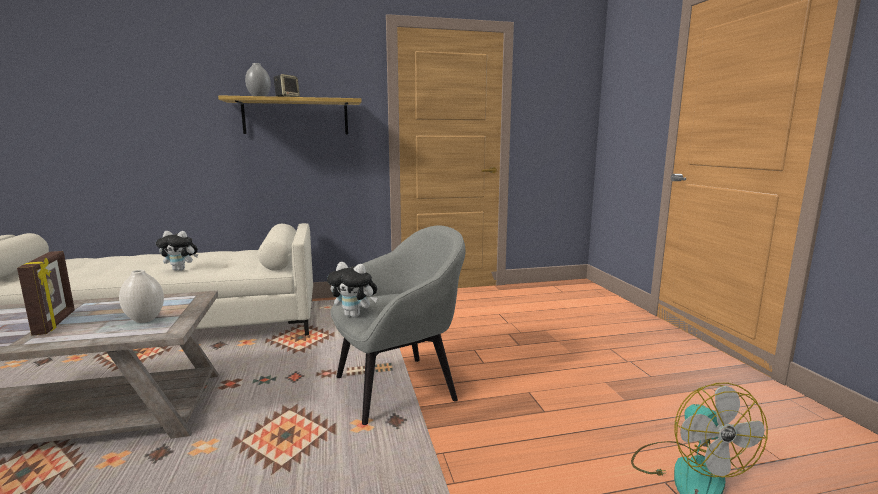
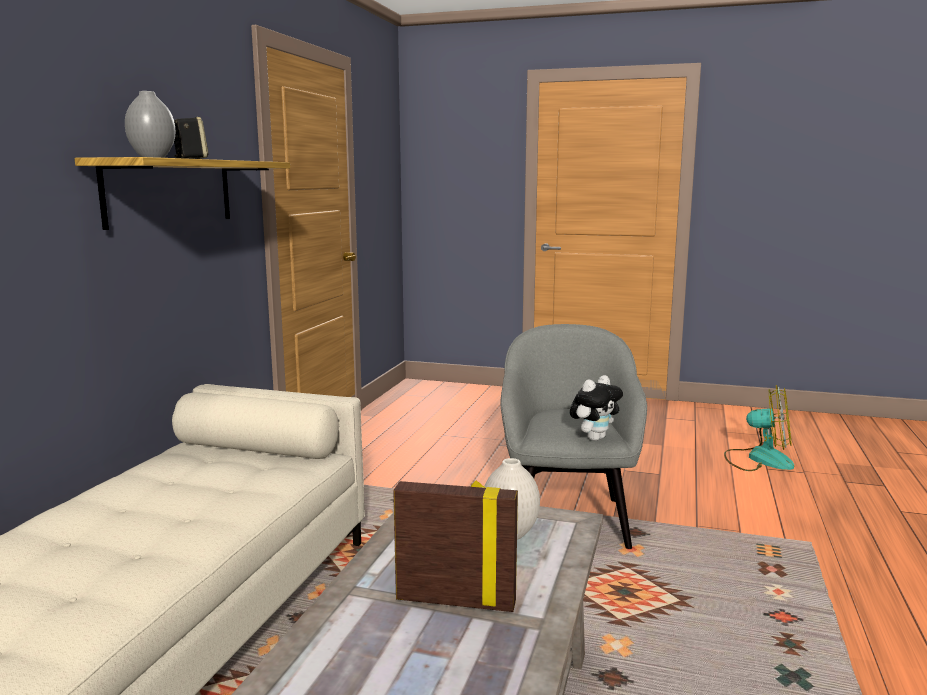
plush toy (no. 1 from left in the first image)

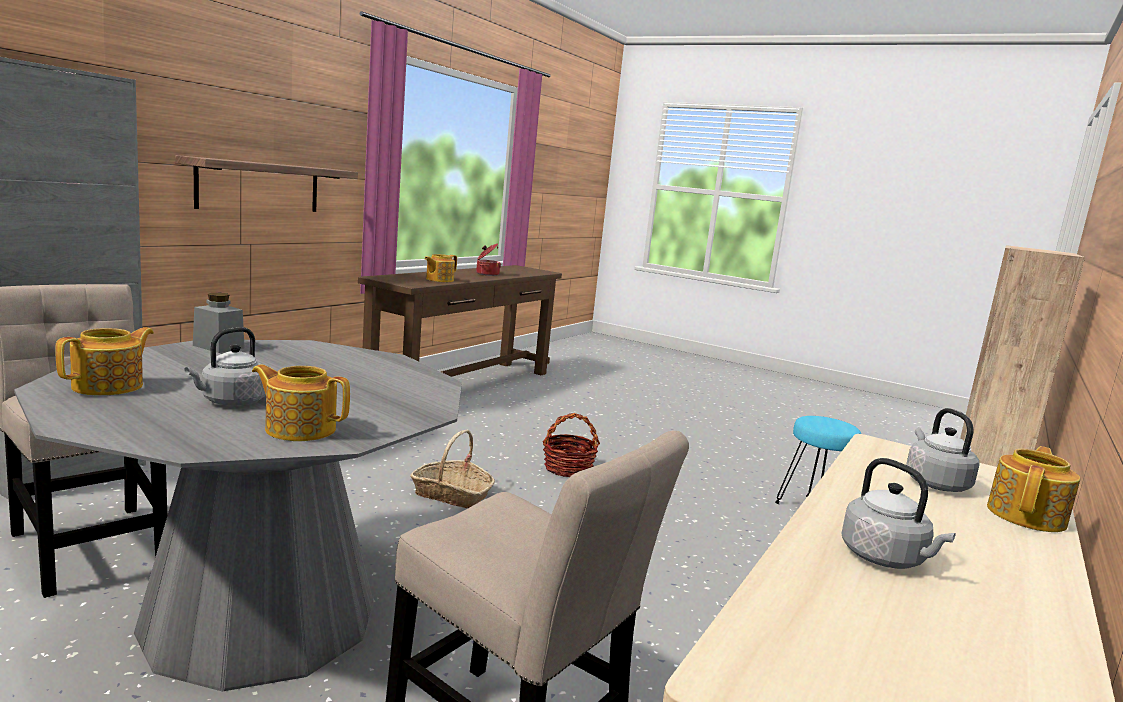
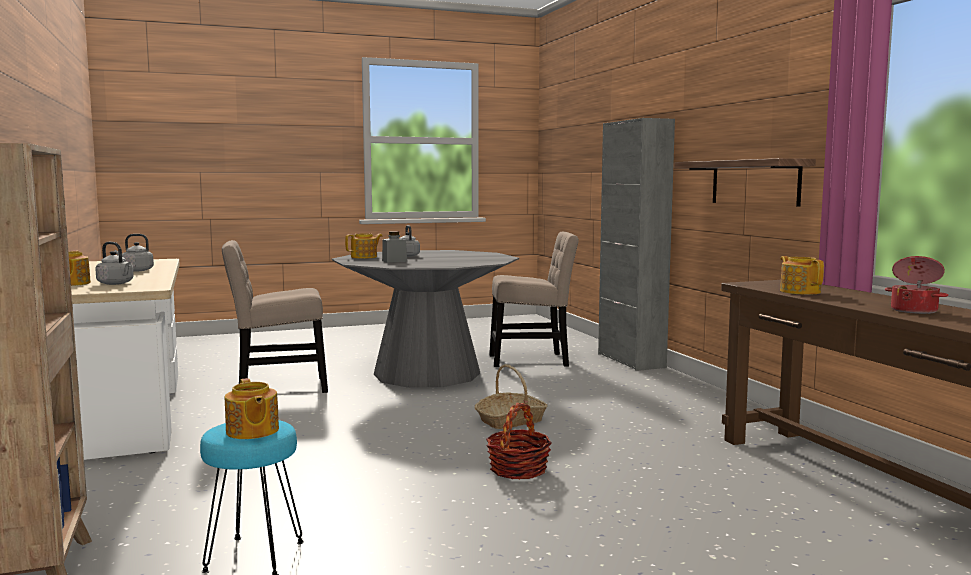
tea pot (no. 2 from left)
gray preserve jar

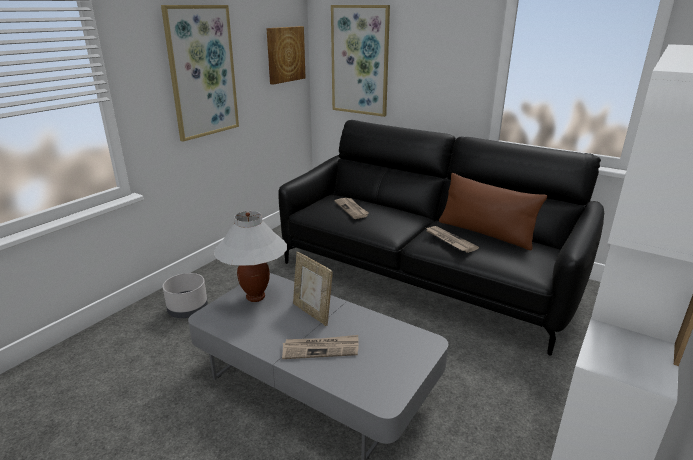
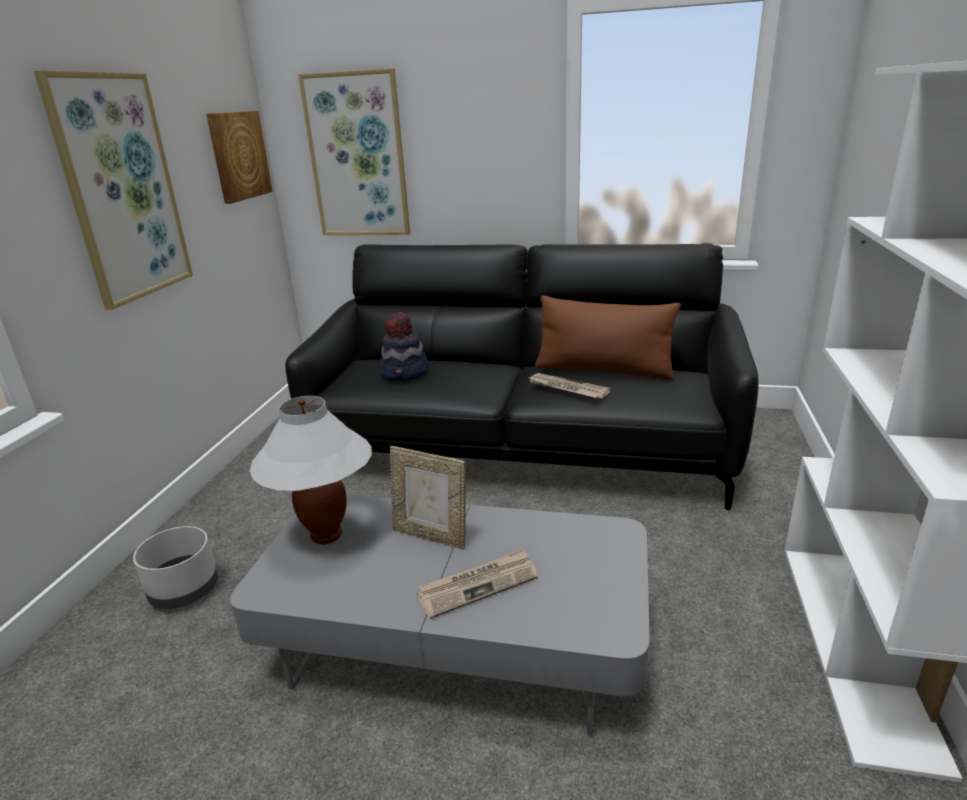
hat

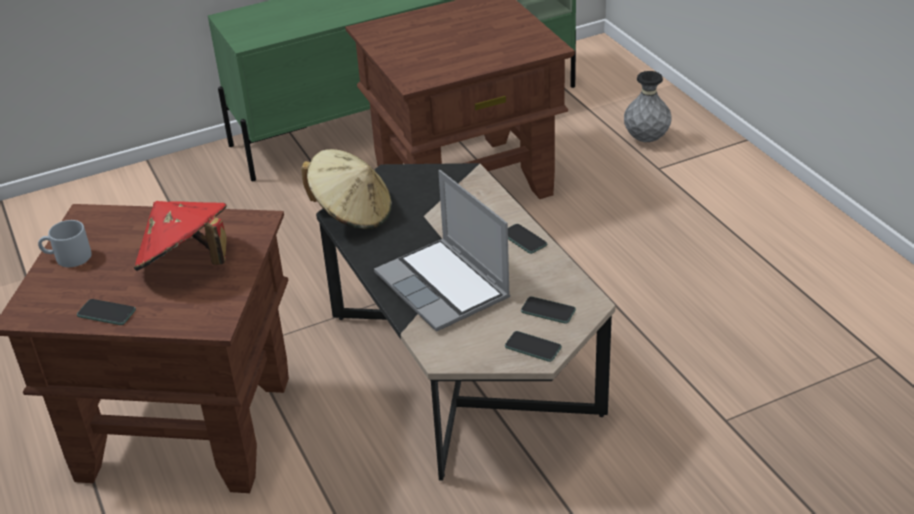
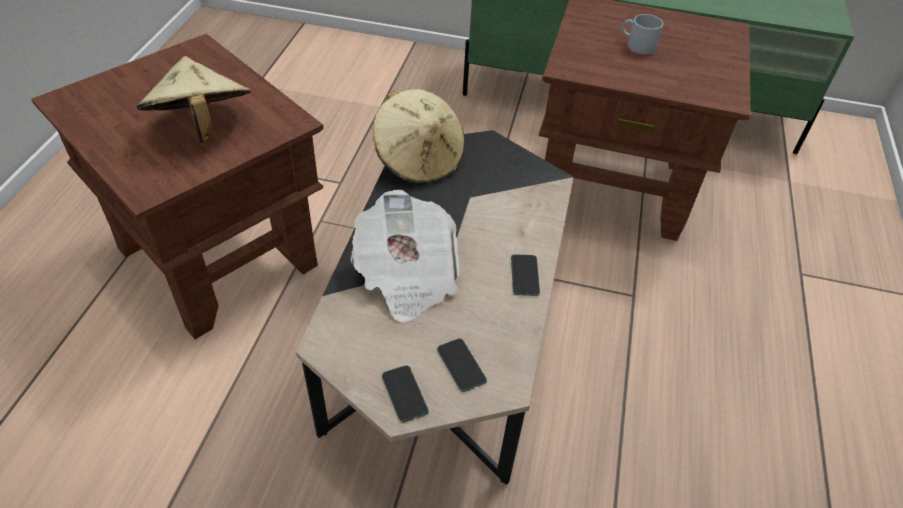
handset (no. 1 from left in the first image)
gray vase
gray coffee mug
daily paper
sand-coloured hat (no. 1 from left)

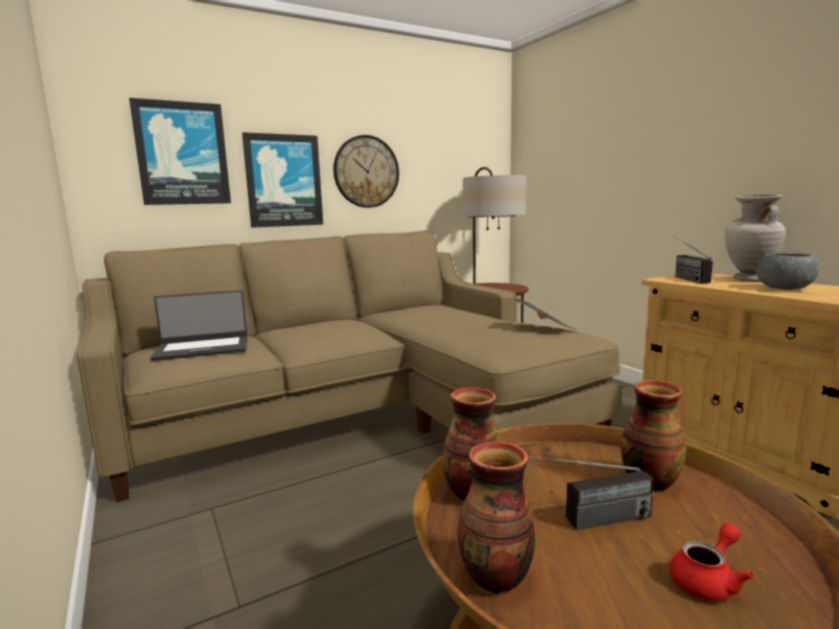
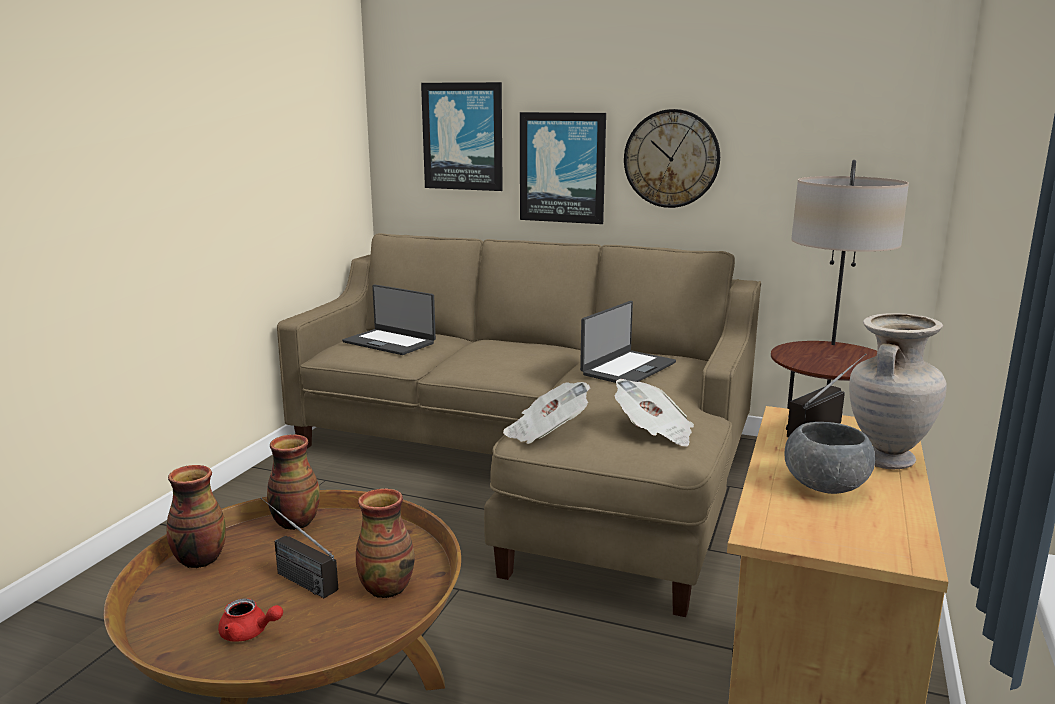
daily paper (no. 1 from left)
notebook computer (no. 2 from left)

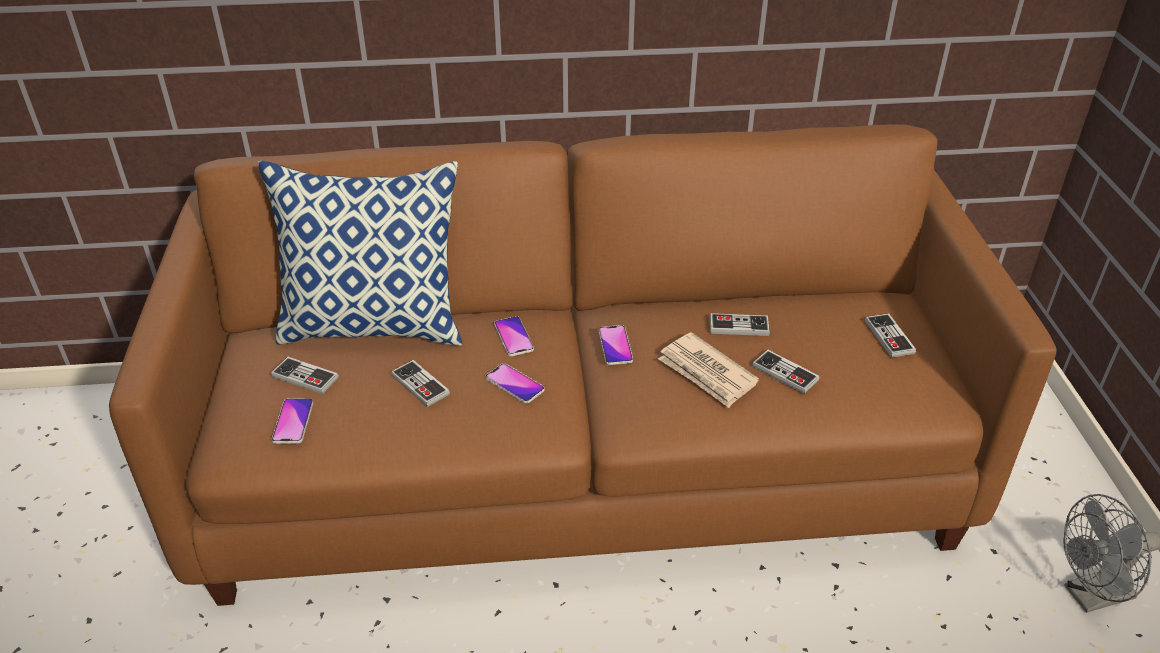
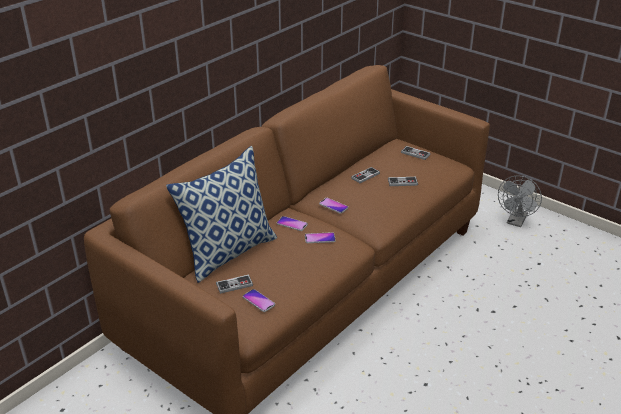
game controller (no. 2 from left in the first image)
daily paper

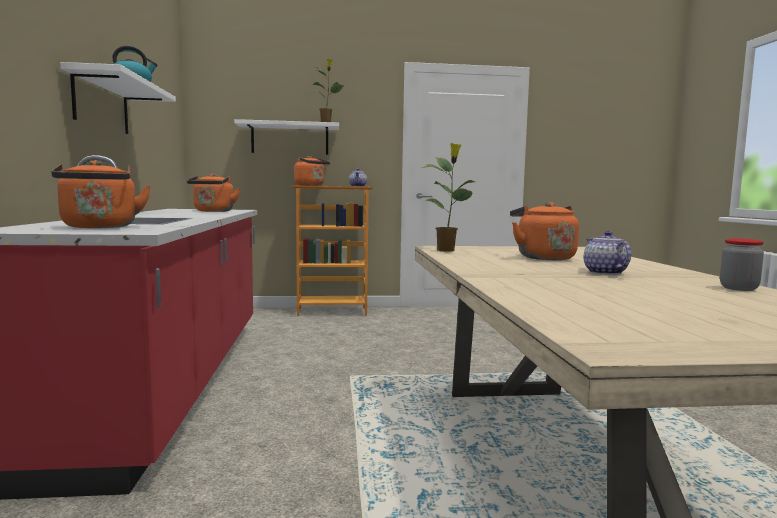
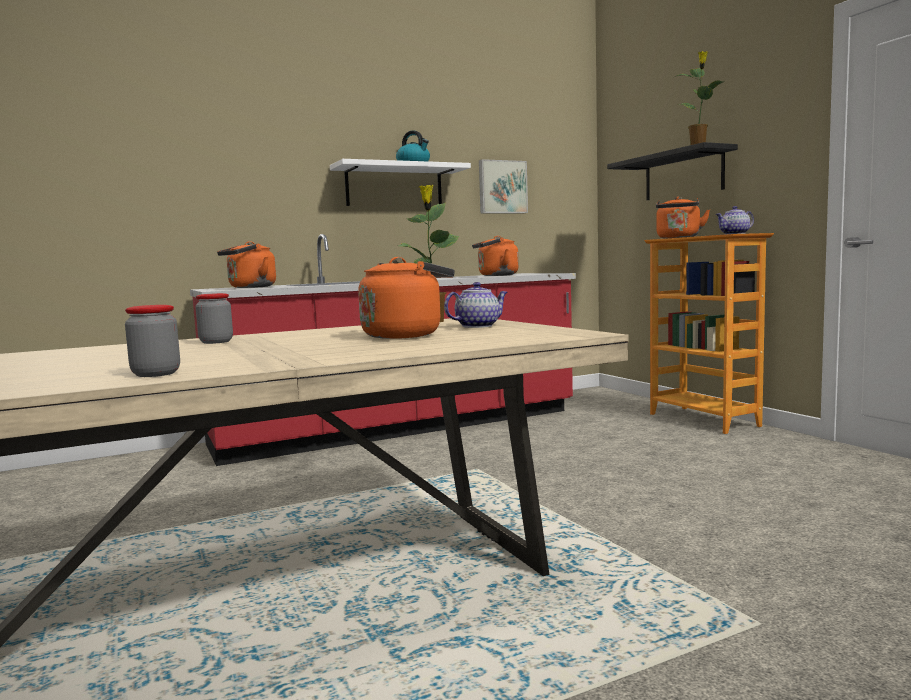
preserve jar (no. 2 from left)
picture
tea pot (no. 1 from left)
black-coloured shelf

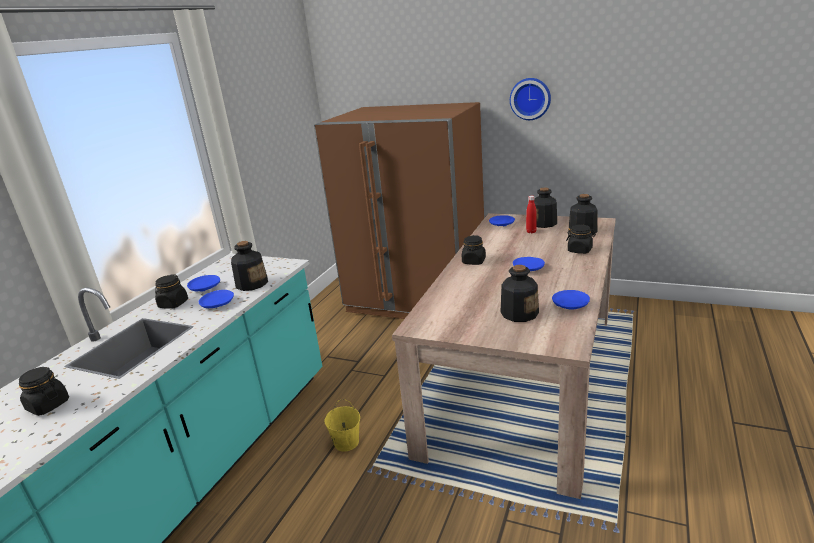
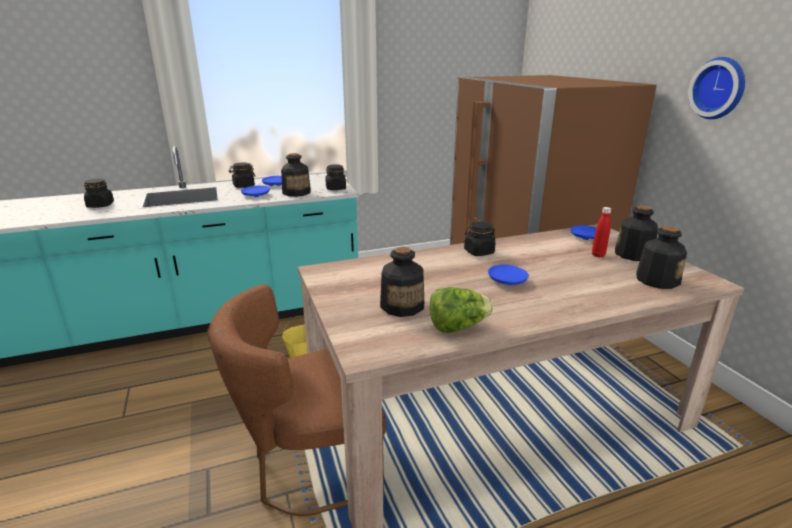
brown-coloured plain chair
black-coloured preserve jar (no. 3 from left)
lettuce head

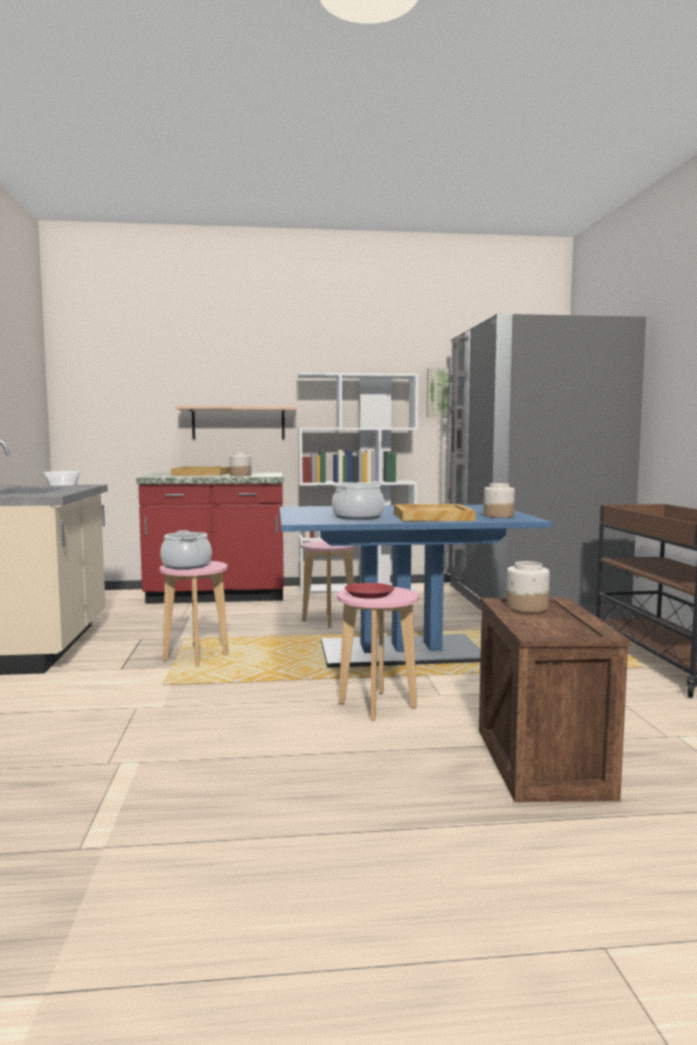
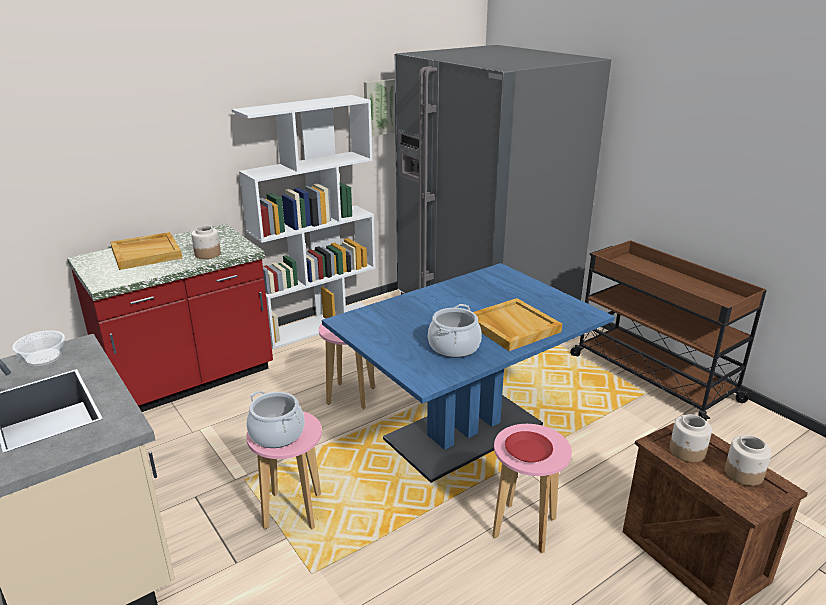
shelf
preserve jar (no. 3 from left)

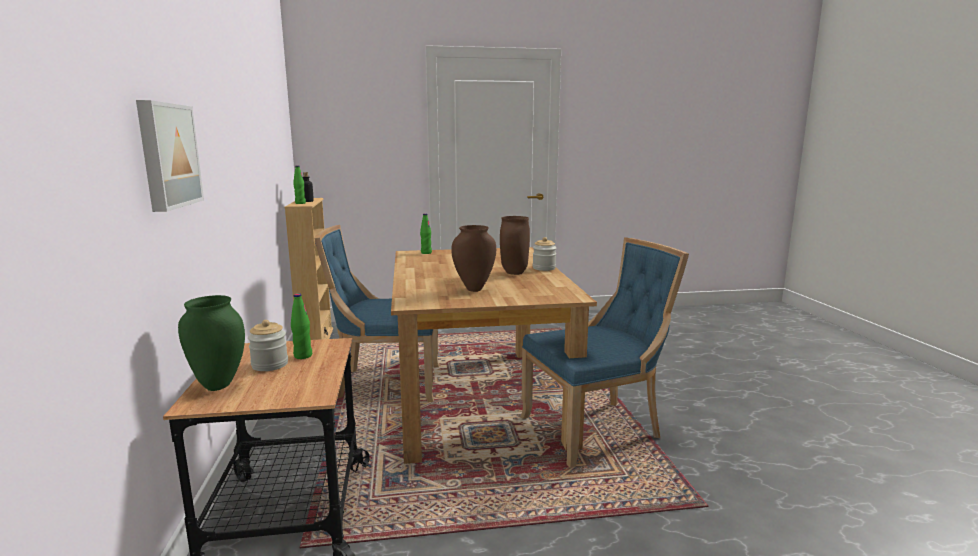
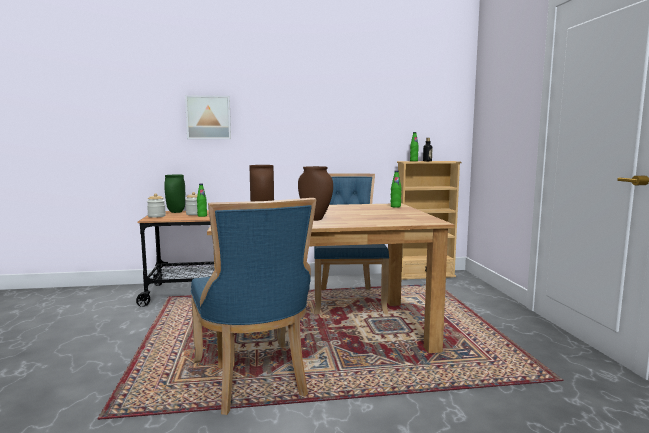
preserve jar (no. 1 from left)

